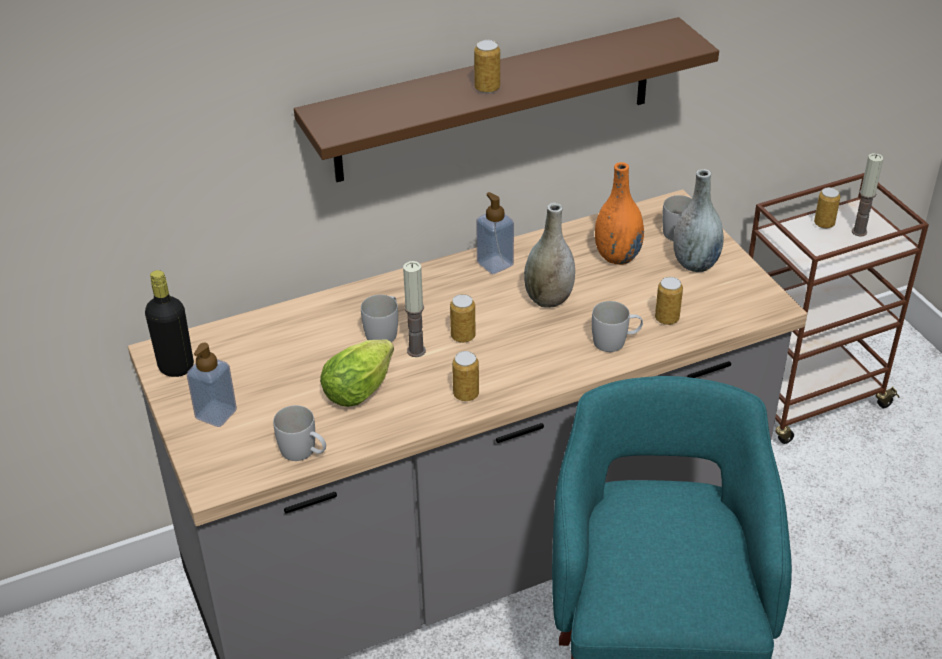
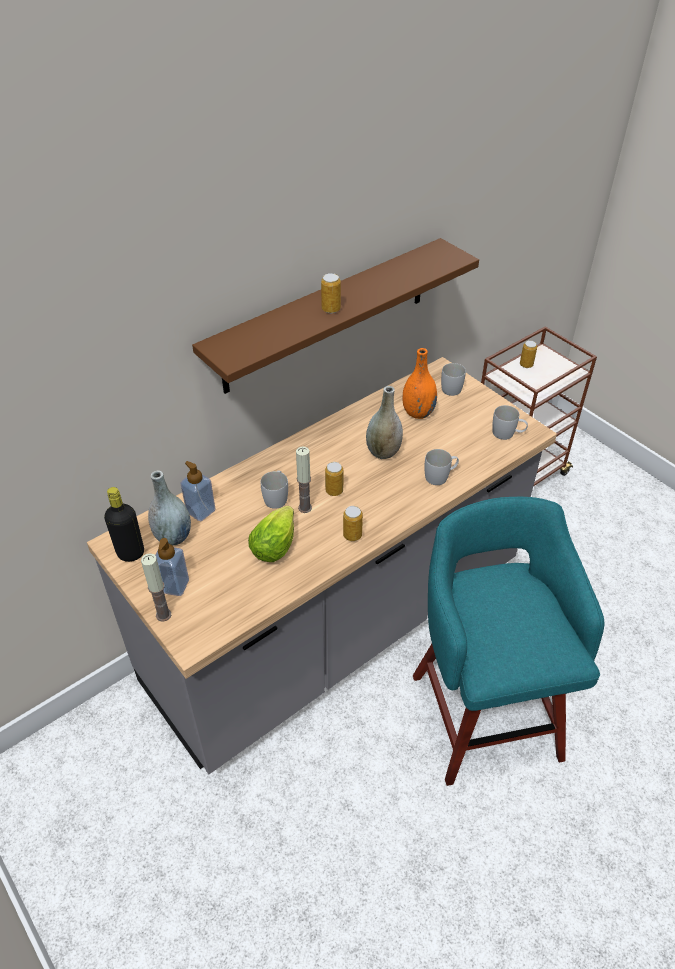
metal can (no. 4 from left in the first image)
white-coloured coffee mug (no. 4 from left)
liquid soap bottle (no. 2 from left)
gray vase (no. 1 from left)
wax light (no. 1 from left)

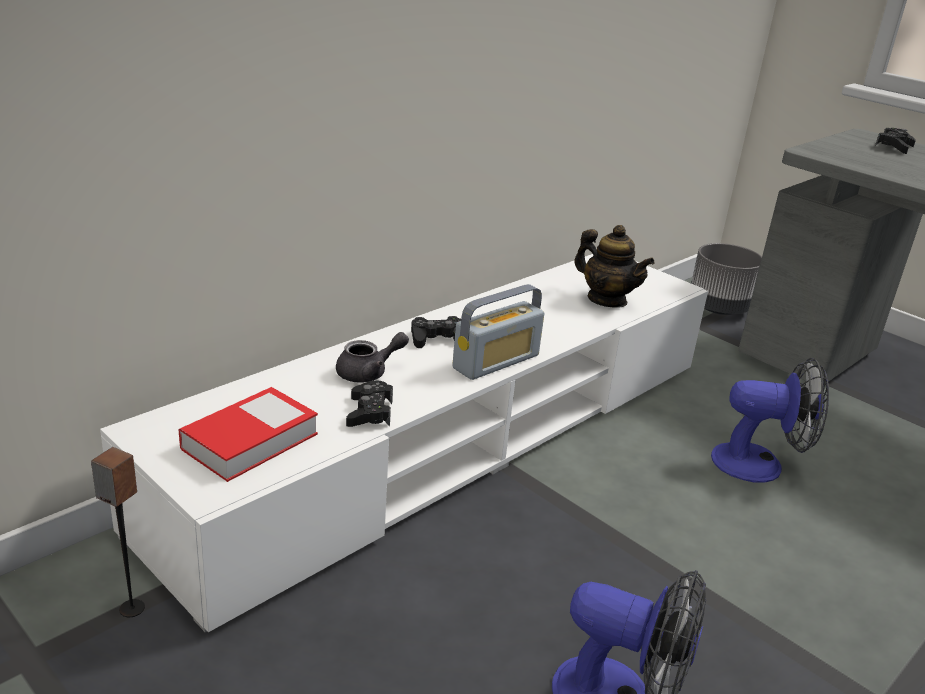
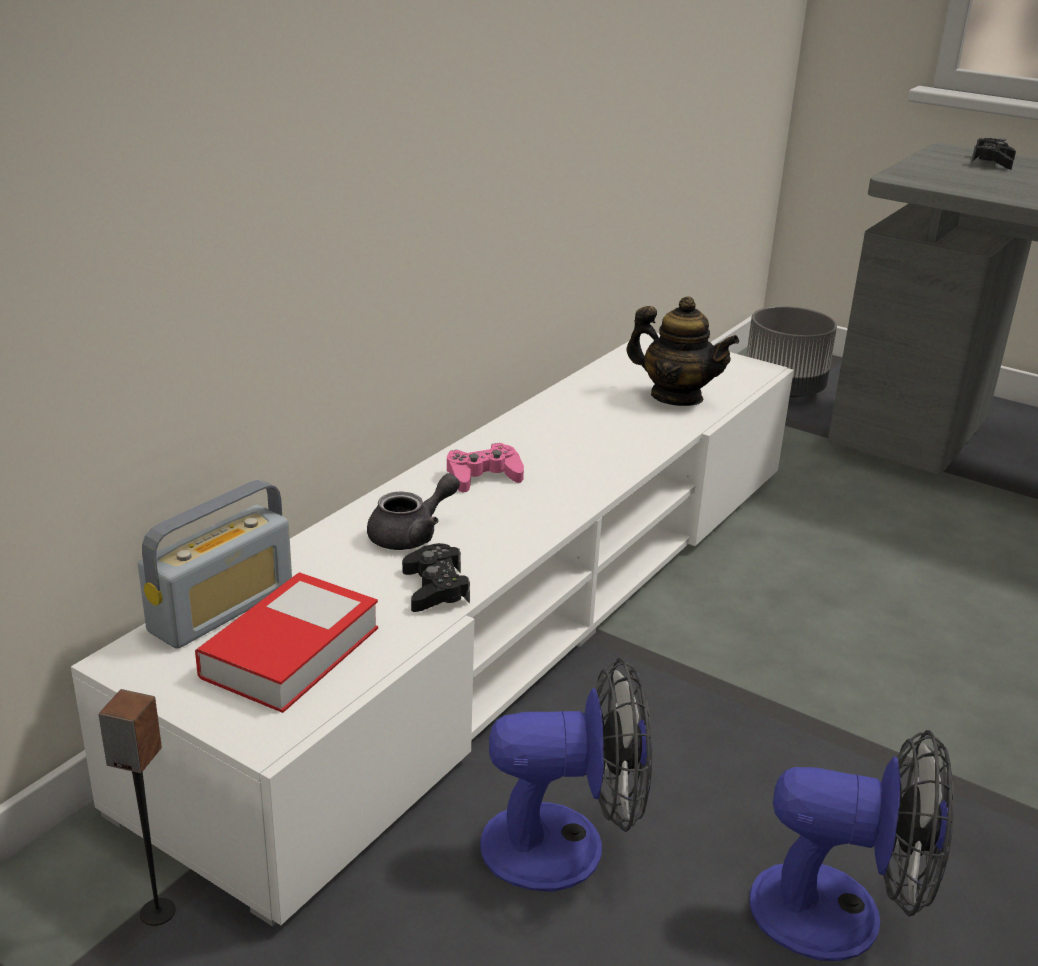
radio
electric fan (no. 1 from left)
pinkish game controller

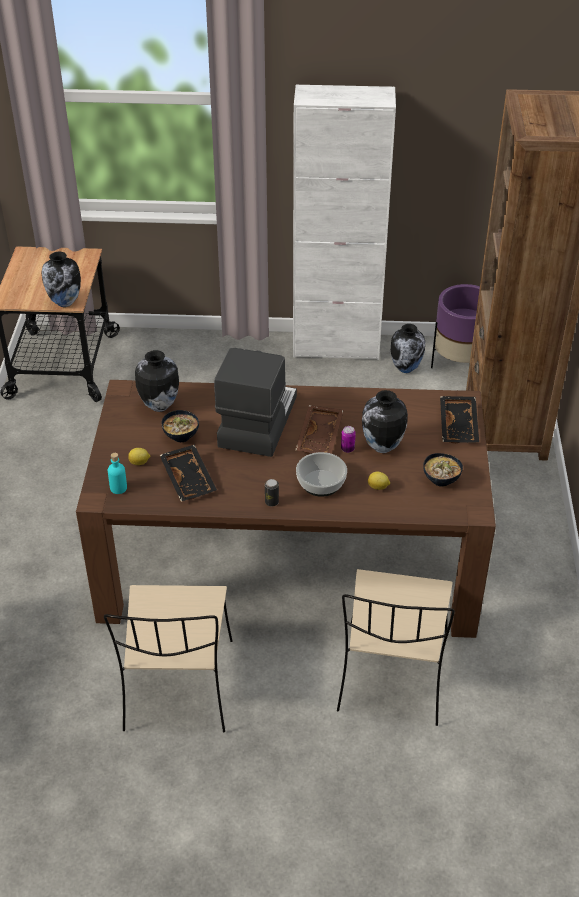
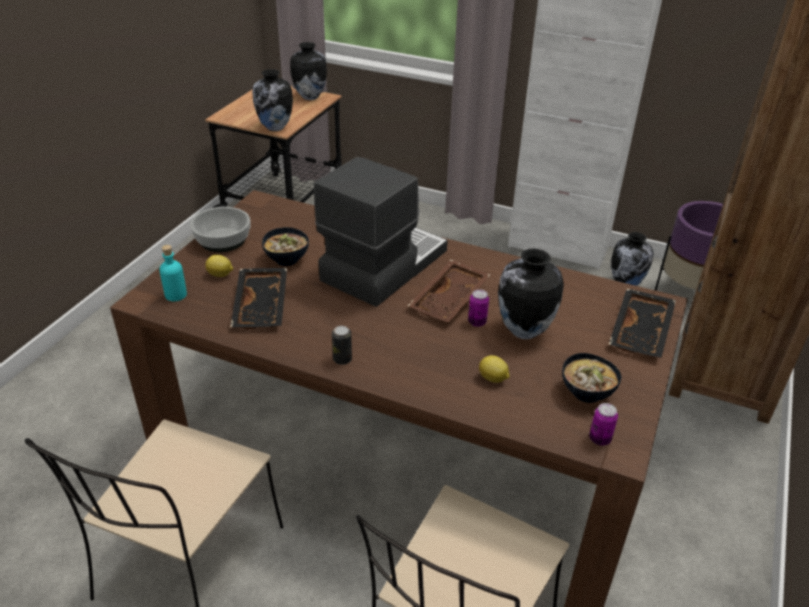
metal can (no. 3 from left)
vase (no. 2 from left)
serving bowl (no. 1 from left)

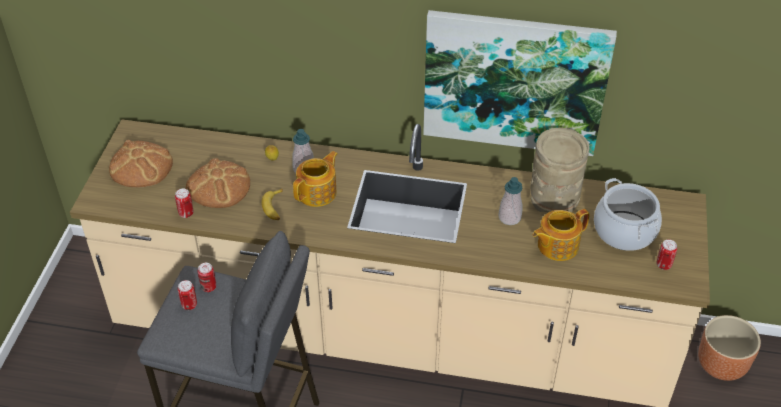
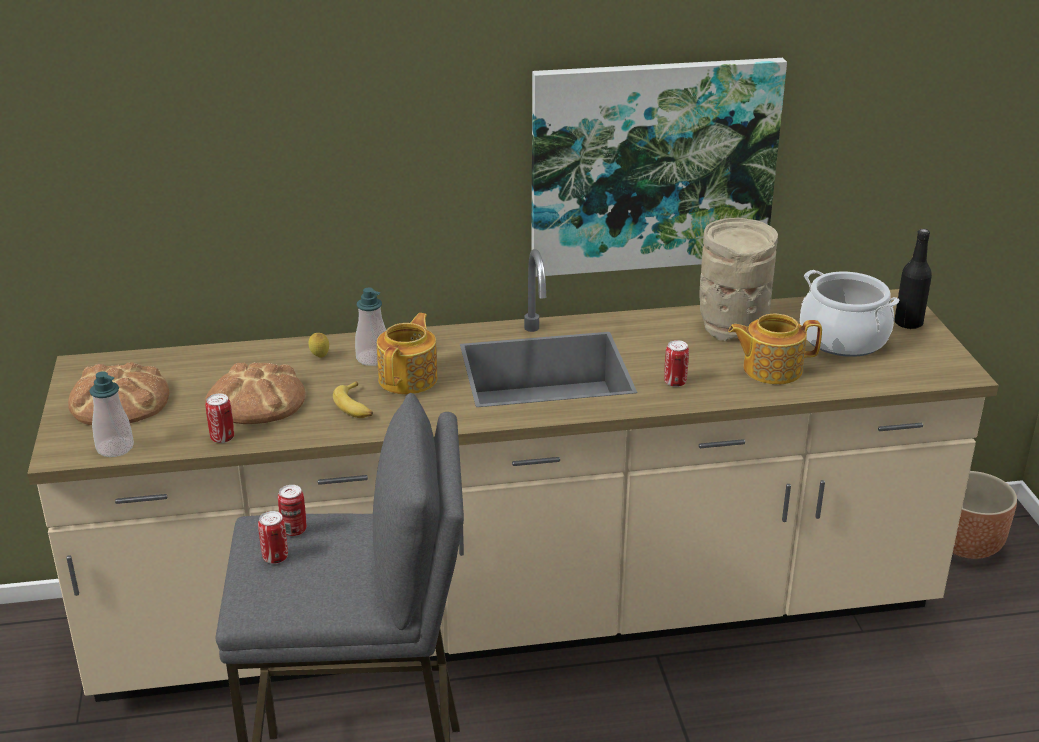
black-coloured beverage bottle
liquid soap bottle (no. 1 from left)
metal can (no. 4 from left)
tea pot (no. 2 from left)

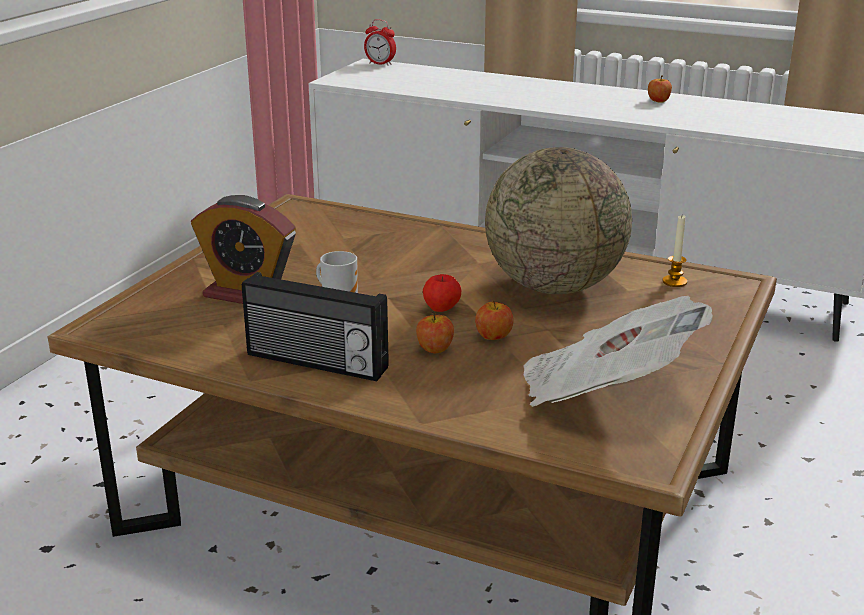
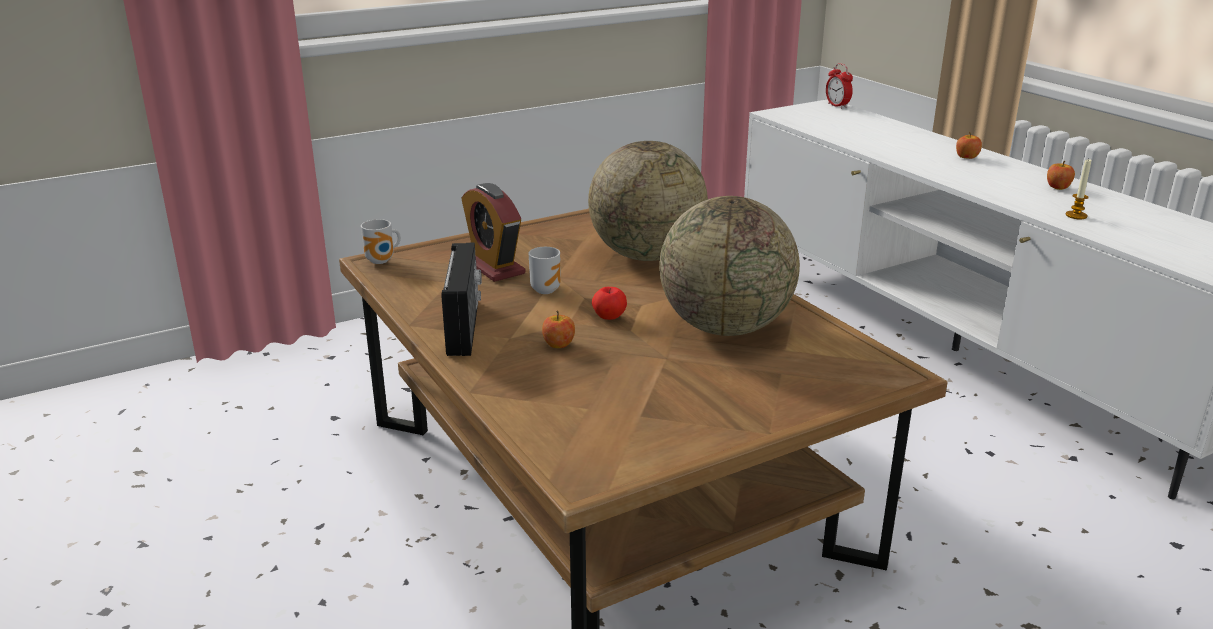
daily paper
coffee mug (no. 1 from left)
globe (no. 1 from left)
apple (no. 3 from left)
wax light
radio

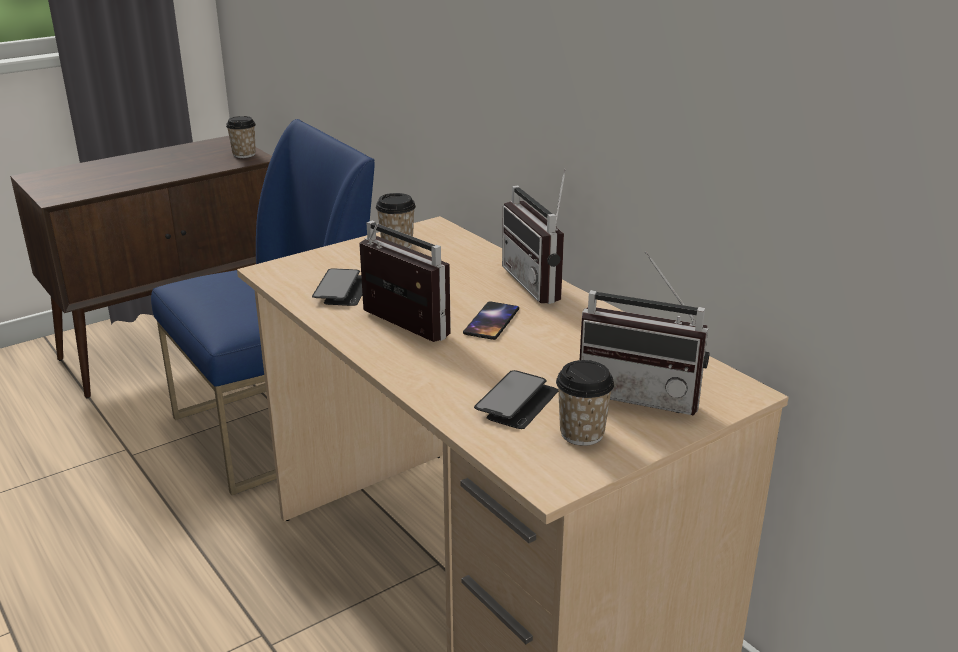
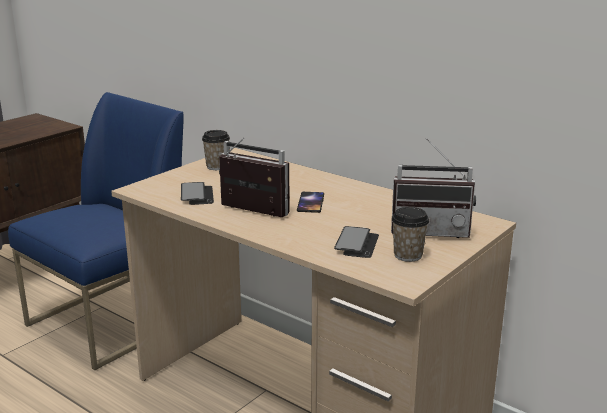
small cup (no. 1 from left in the first image)
radio (no. 2 from left in the first image)

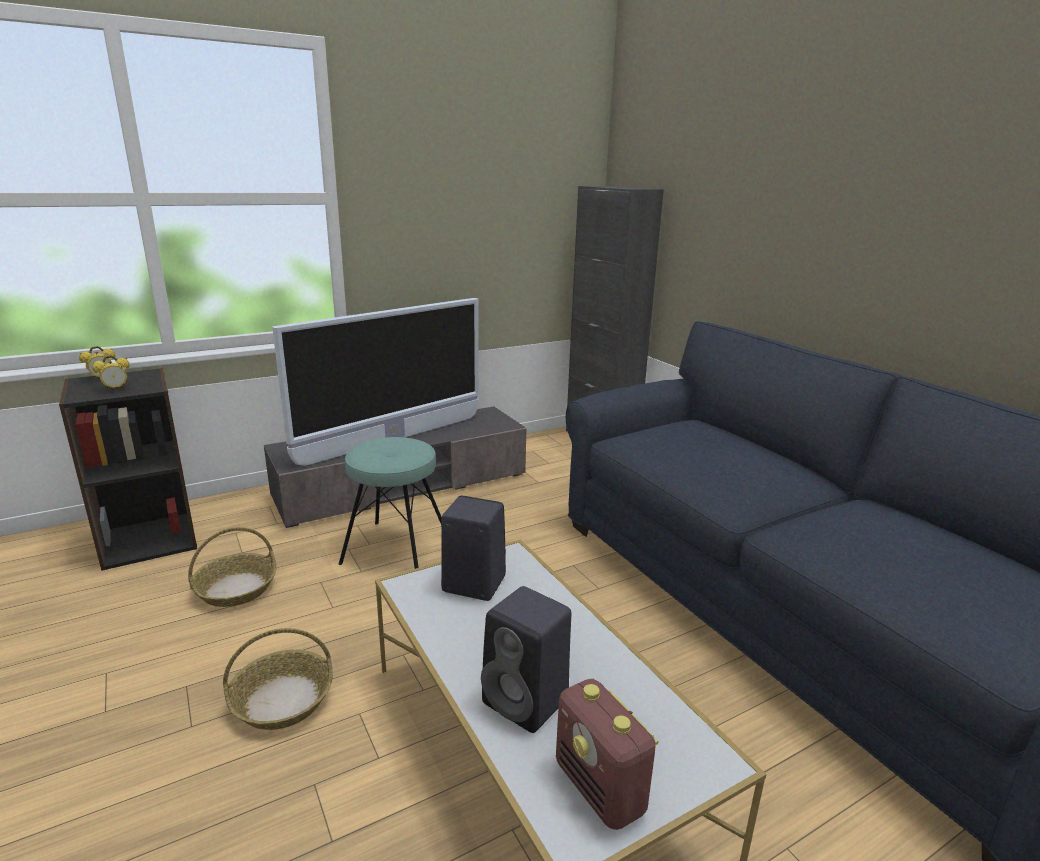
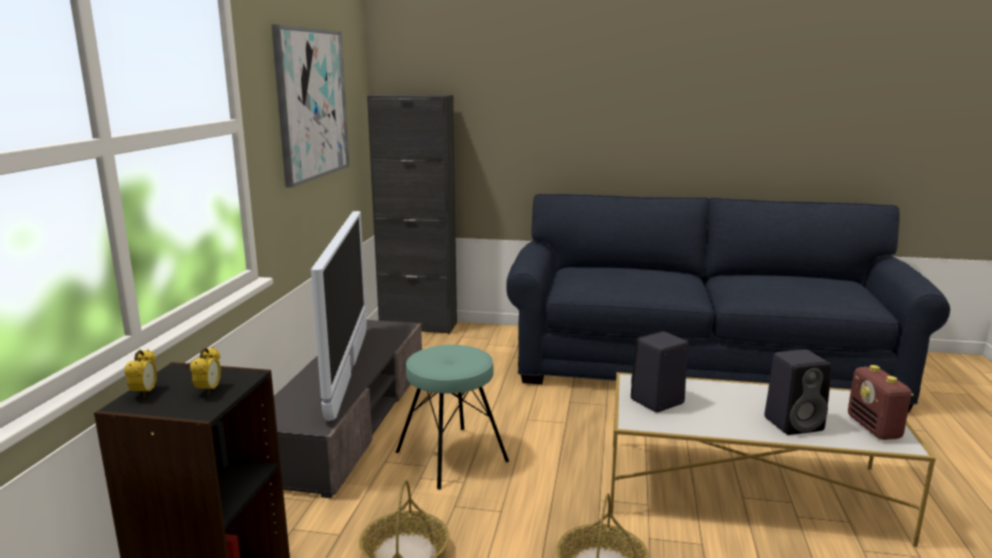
picture
radio

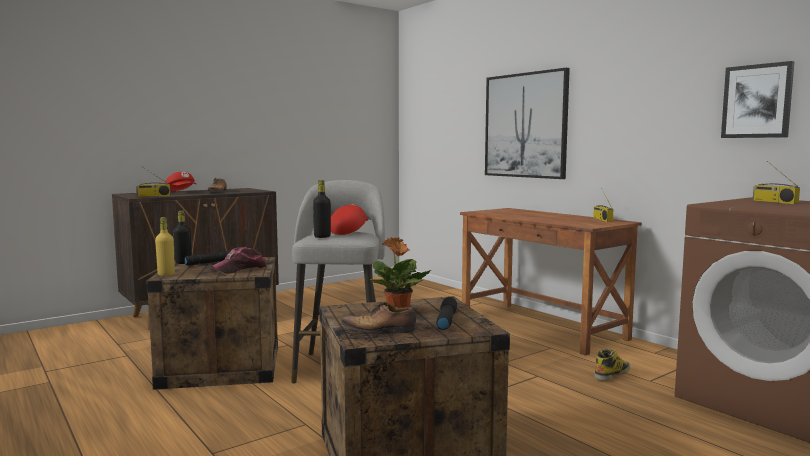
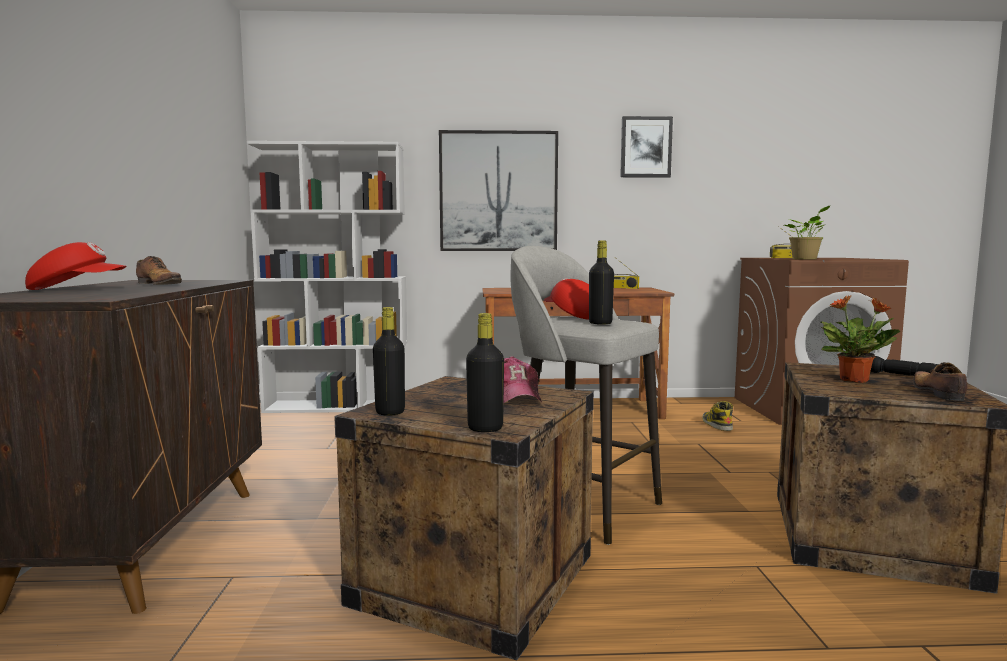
radio (no. 1 from left in the first image)
black-coloured hand torch (no. 1 from left in the first image)
white-coloured bookcase
plant in a pot (no. 1 from left)
picture (no. 2 from left)
black-coloured beverage bottle (no. 2 from left)
low shoe (no. 2 from left)

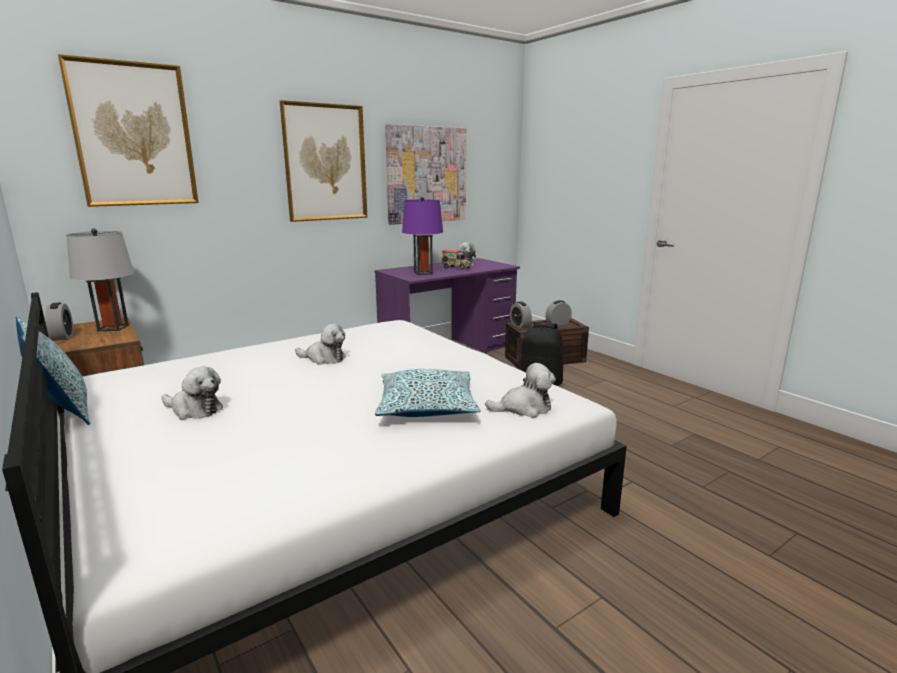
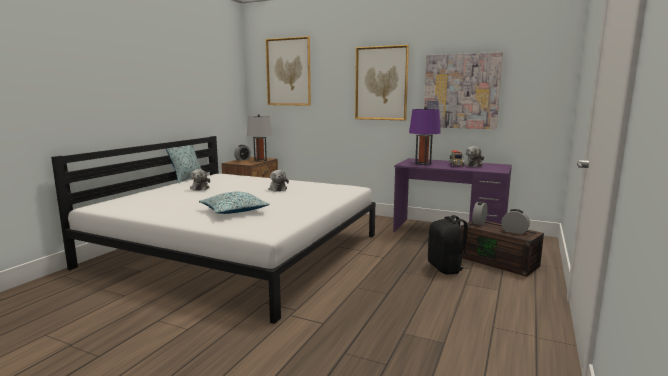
plush toy (no. 4 from left in the first image)

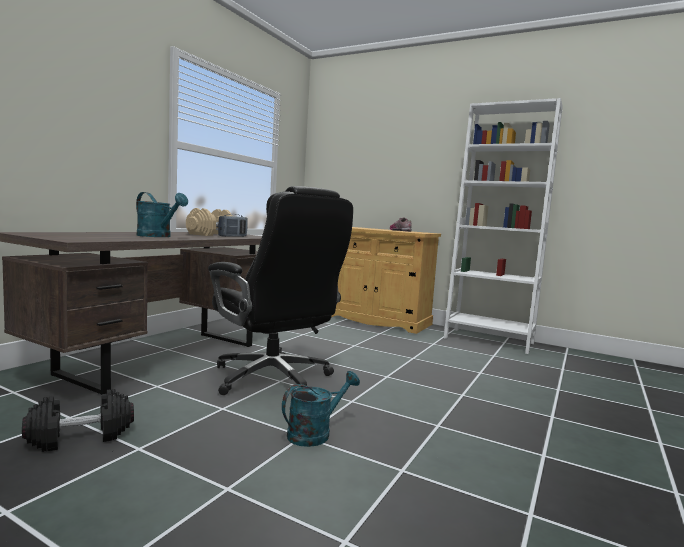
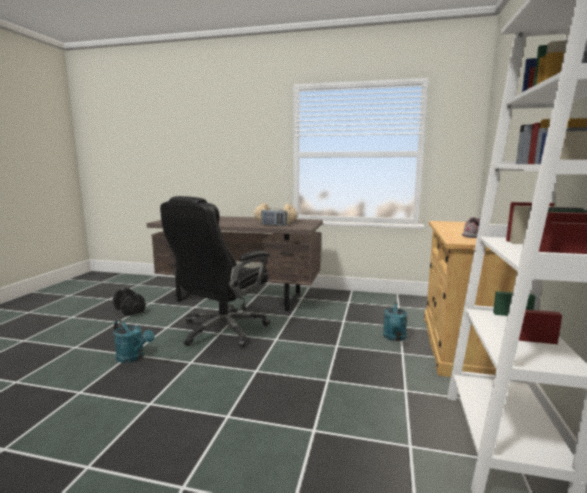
blue-green watering pot (no. 2 from left)

